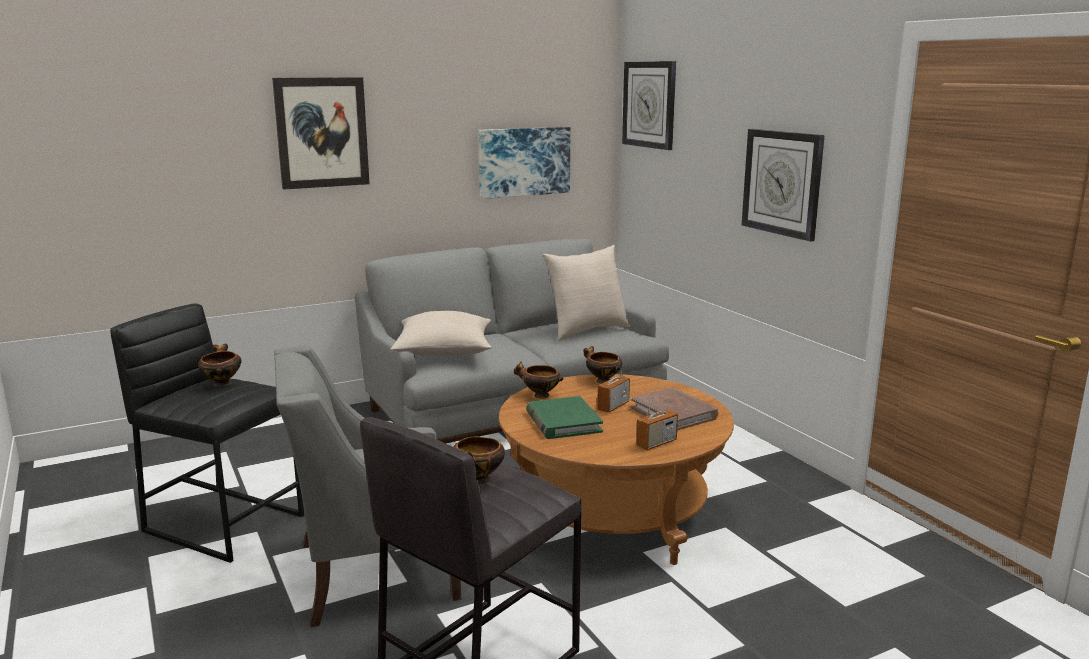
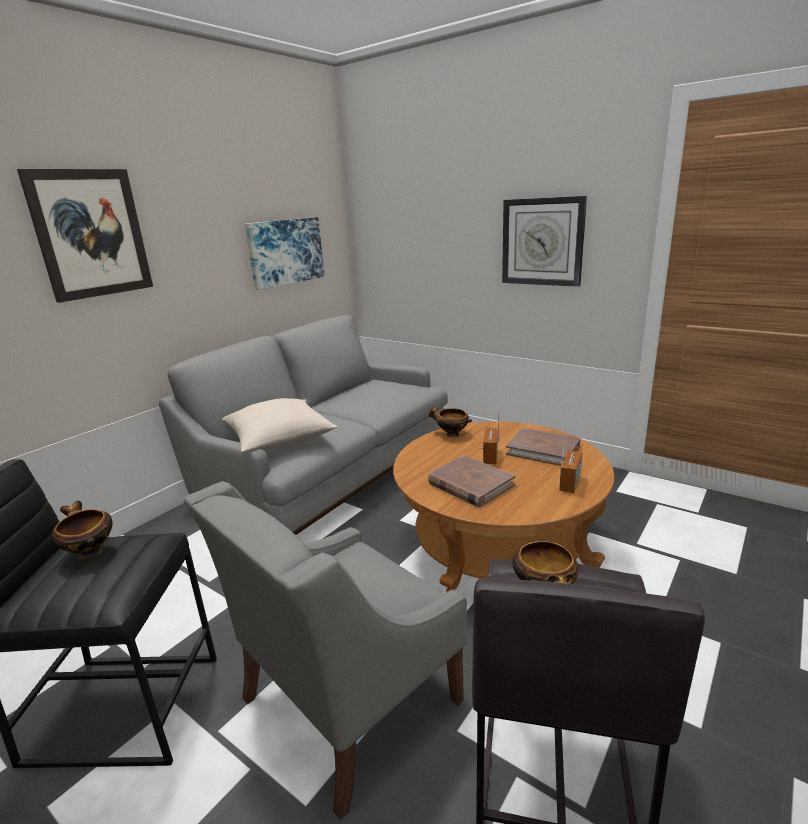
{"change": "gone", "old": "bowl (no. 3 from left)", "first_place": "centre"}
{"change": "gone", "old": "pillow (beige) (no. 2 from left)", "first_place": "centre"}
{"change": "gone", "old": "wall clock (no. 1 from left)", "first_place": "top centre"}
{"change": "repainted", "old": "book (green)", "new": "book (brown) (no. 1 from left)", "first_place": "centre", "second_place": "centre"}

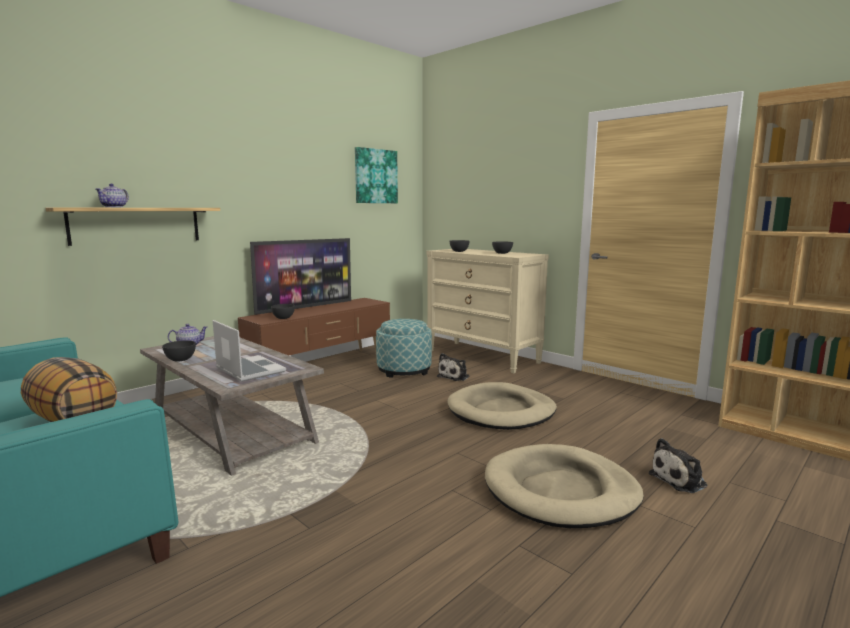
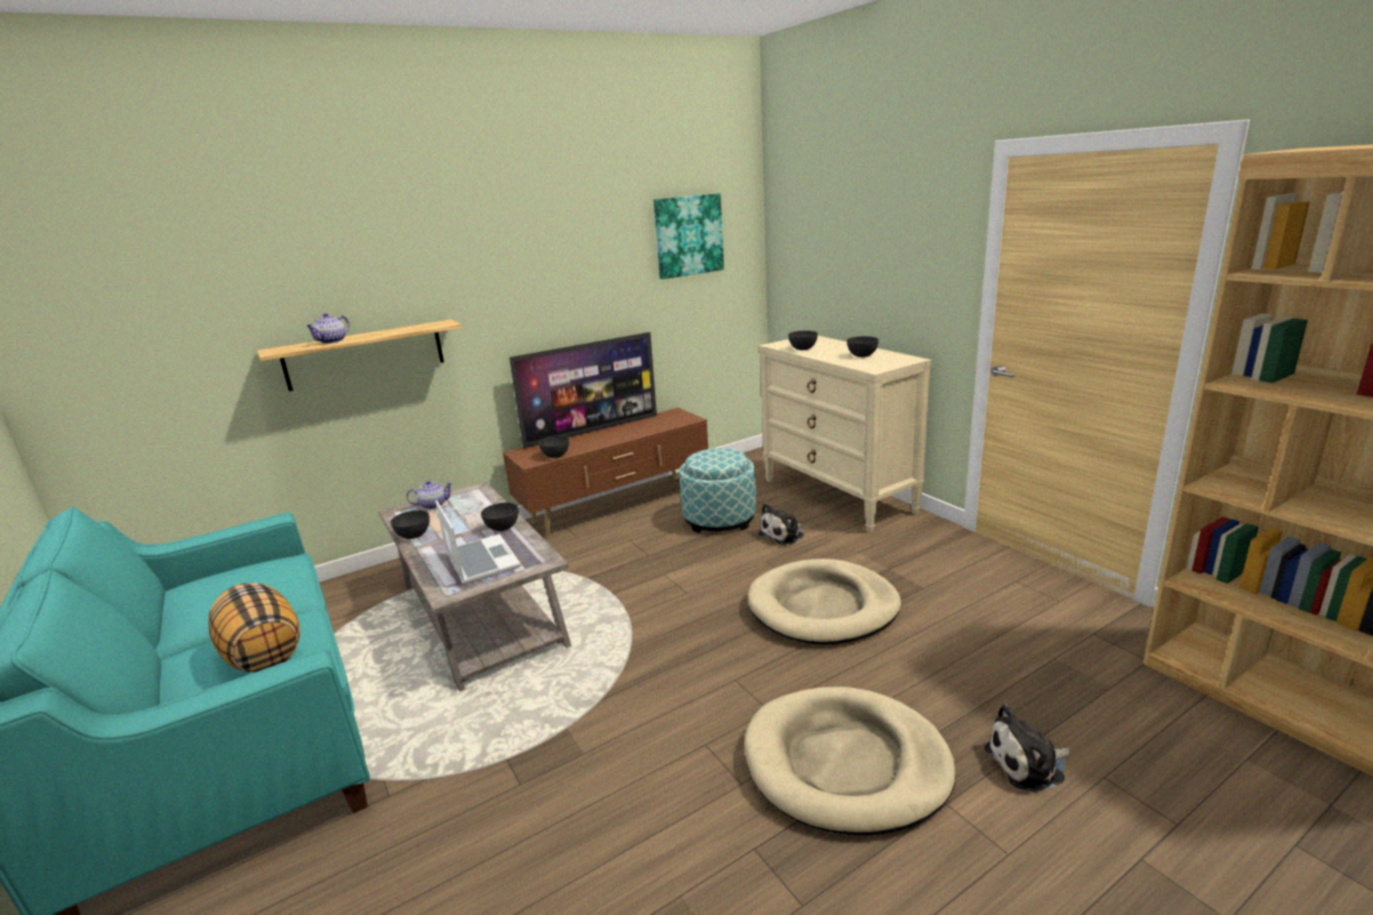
{"change": "new", "new": "bowl (grey) (no. 2 from left)", "second_place": "centre"}

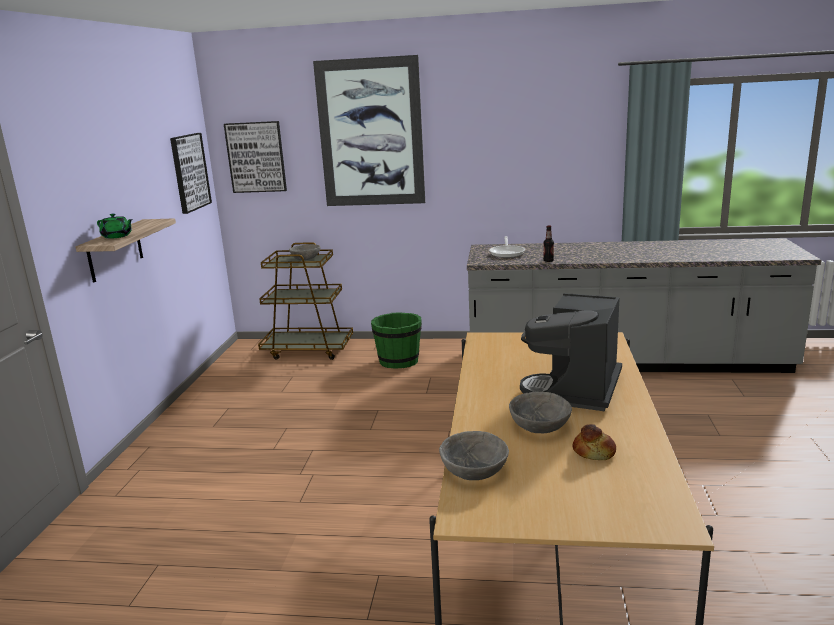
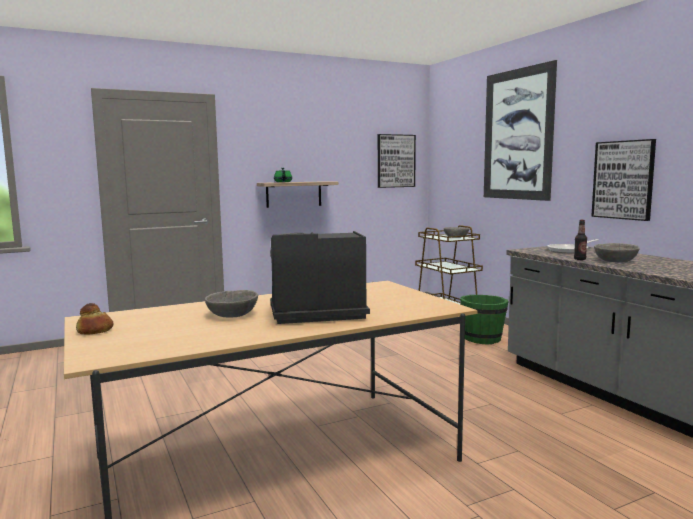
{"change": "shifted", "old": "picture (no. 2 from left in the first image)", "new": "picture (no. 3 from left)", "first_place": "top left", "second_place": "middle right"}
{"change": "shifted", "old": "bowl (grey) (no. 2 from left in the first image)", "new": "bowl (grey) (no. 3 from left)", "first_place": "bottom centre", "second_place": "middle right"}
{"change": "shifted", "old": "bread", "first_place": "bottom right", "second_place": "middle left"}

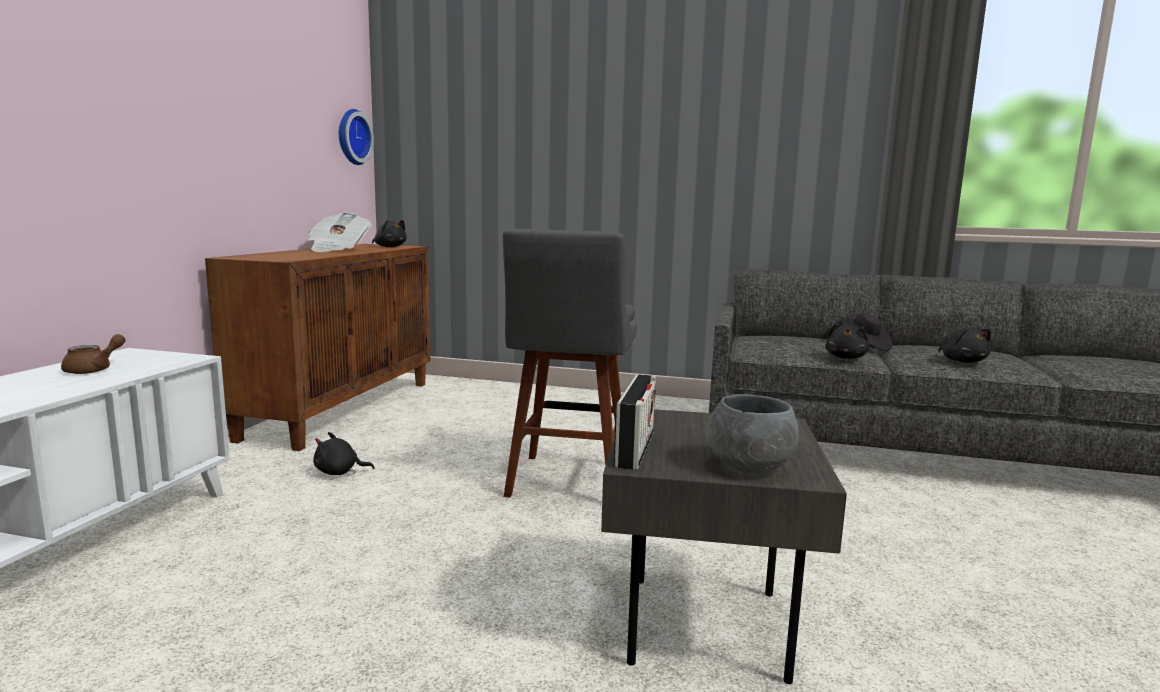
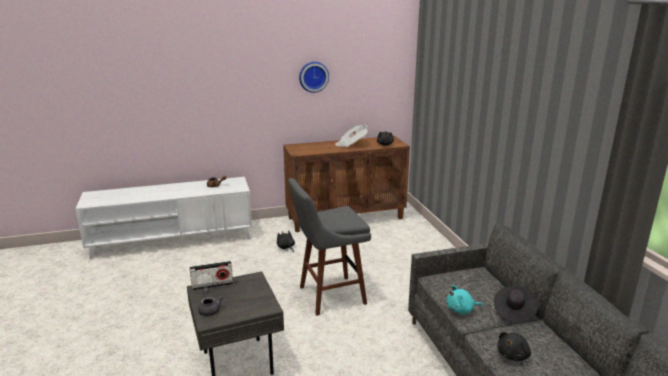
{"change": "shifted", "old": "wall clock", "first_place": "top left", "second_place": "top centre"}
{"change": "swapped", "old": "bowl (grey)", "new": "teapot (grey)", "first_place": "centre", "second_place": "bottom left"}
{"change": "repainted", "old": "plush toy (black) (no. 3 from left)", "new": "plush toy (turquoise)", "first_place": "middle right", "second_place": "bottom right"}

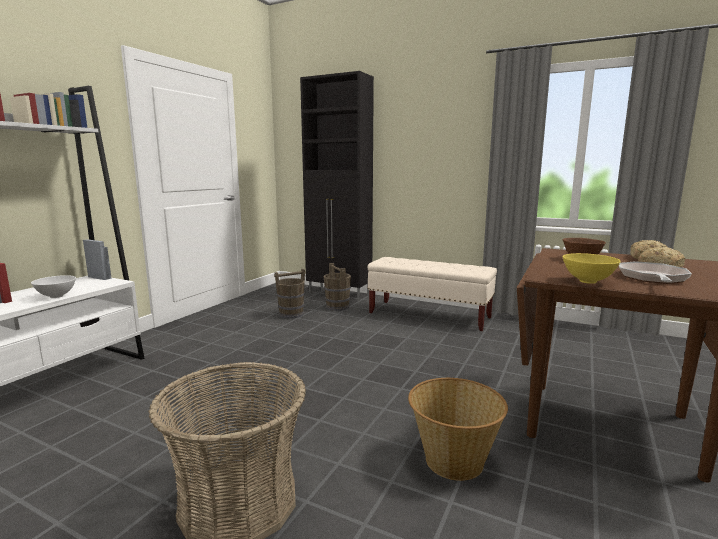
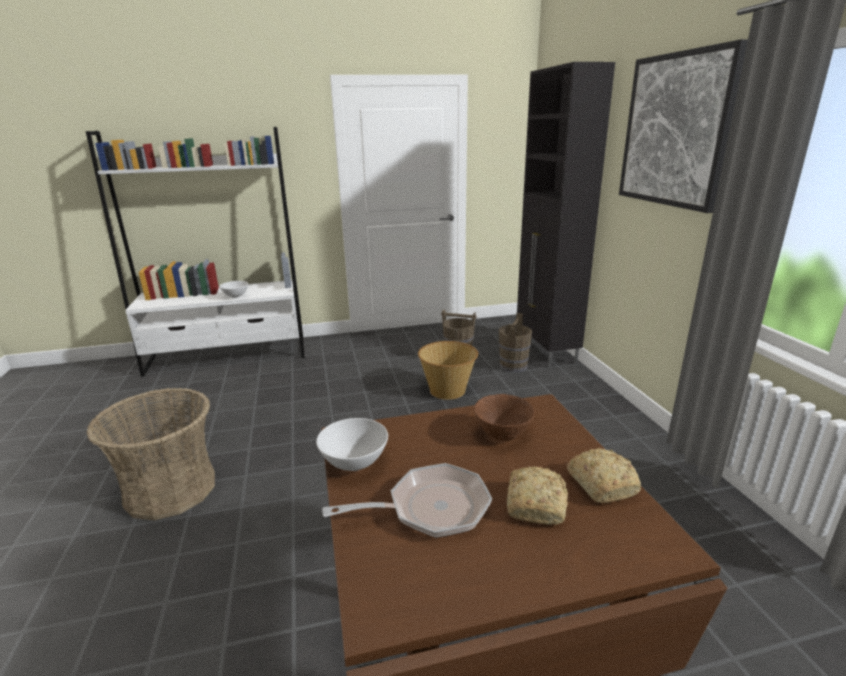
{"change": "gone", "old": "bench (beige)", "first_place": "centre"}
{"change": "new", "new": "picture", "second_place": "top right"}
{"change": "shifted", "old": "basket (no. 2 from left)", "first_place": "bottom centre", "second_place": "centre"}
{"change": "repainted", "old": "bowl (yellow)", "new": "bowl (white) (no. 2 from left)", "first_place": "middle right", "second_place": "centre"}

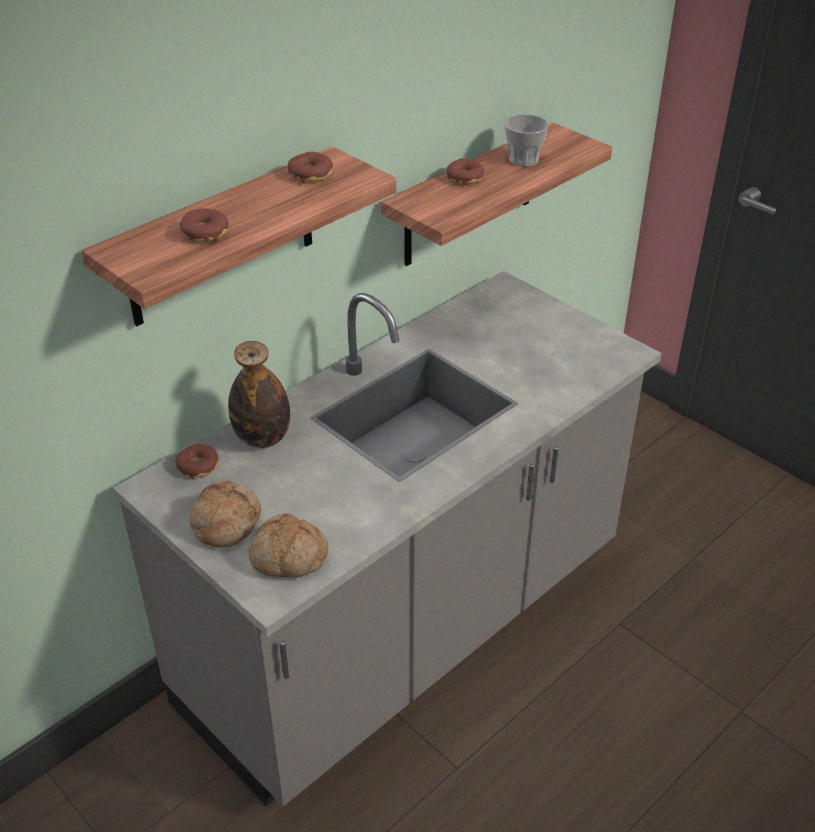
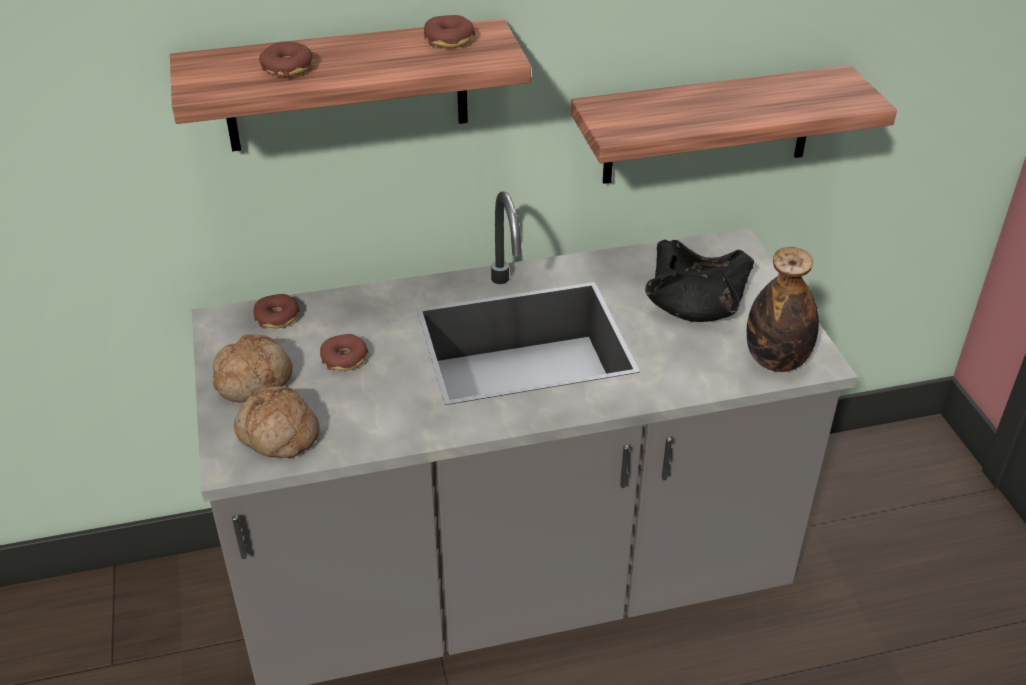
{"change": "gone", "old": "cup", "first_place": "top centre"}
{"change": "new", "new": "bowl (black)", "second_place": "middle right"}
{"change": "shifted", "old": "bottle", "first_place": "middle left", "second_place": "middle right"}
{"change": "shifted", "old": "donut (no. 4 from left in the first image)", "new": "donut (no. 3 from left)", "first_place": "top centre", "second_place": "centre"}

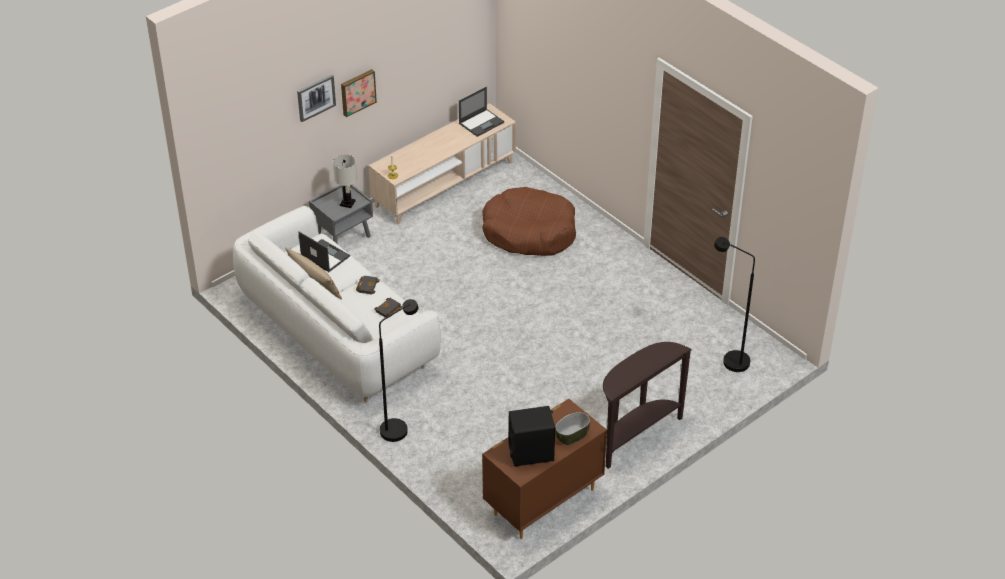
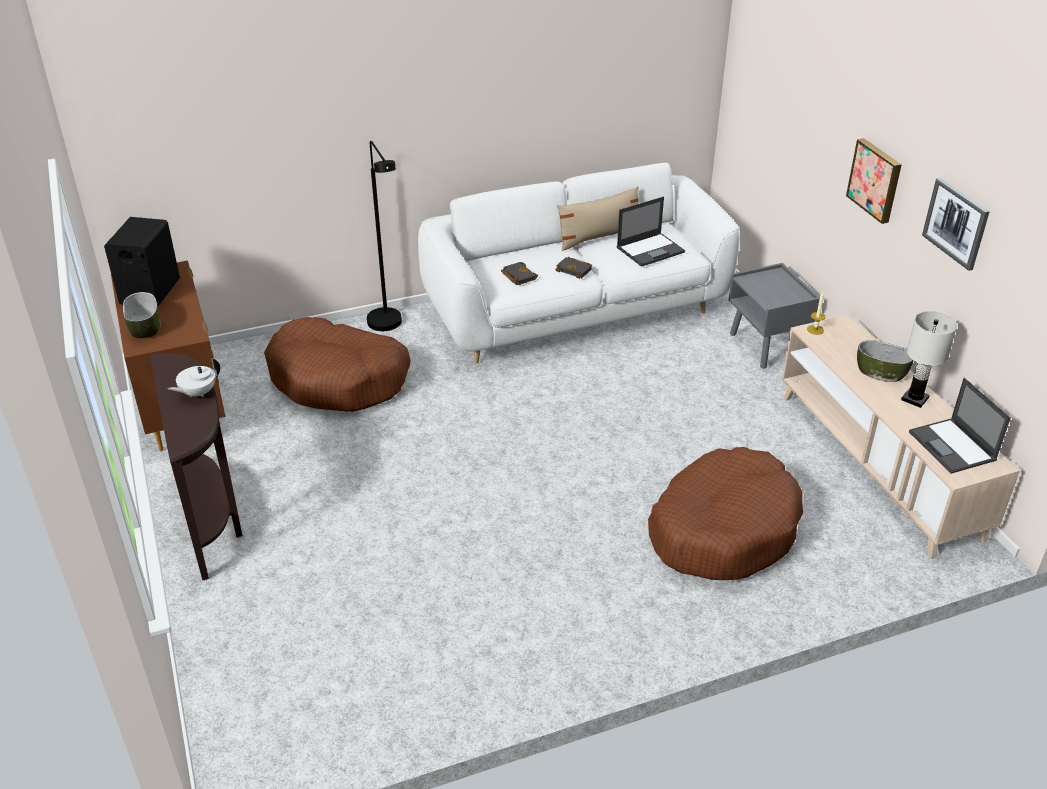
{"change": "gone", "old": "floor lamp (black) (no. 2 from left)", "first_place": "middle right"}
{"change": "new", "new": "teapot (white)", "second_place": "middle left"}
{"change": "new", "new": "dog bed (brown) (no. 1 from left)", "second_place": "middle left"}
{"change": "new", "new": "bowl (no. 2 from left)", "second_place": "middle right"}
{"change": "shifted", "old": "picture (no. 1 from left in the first image)", "new": "picture (no. 2 from left)", "first_place": "top left", "second_place": "top right"}
{"change": "shifted", "old": "table lamp (white)", "first_place": "top centre", "second_place": "middle right"}

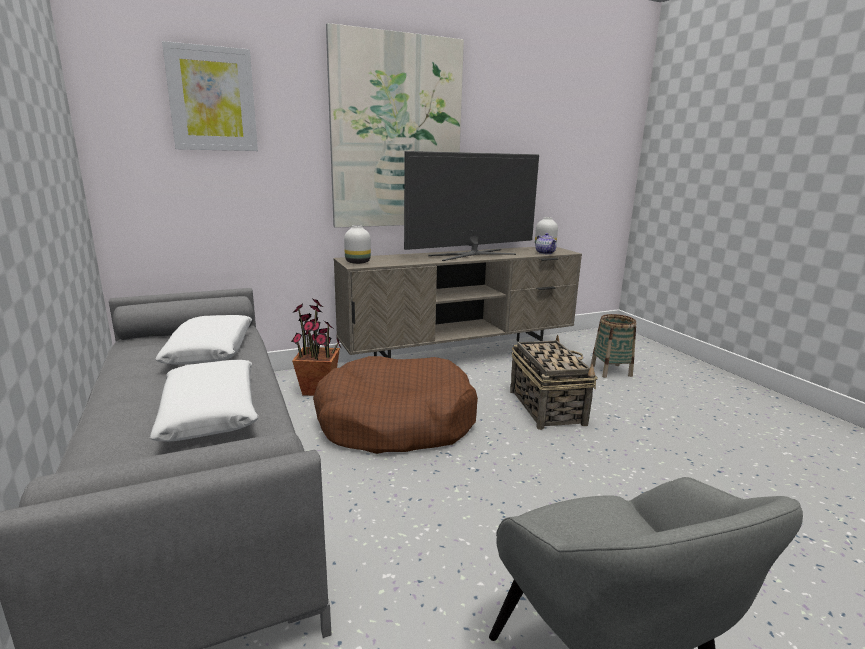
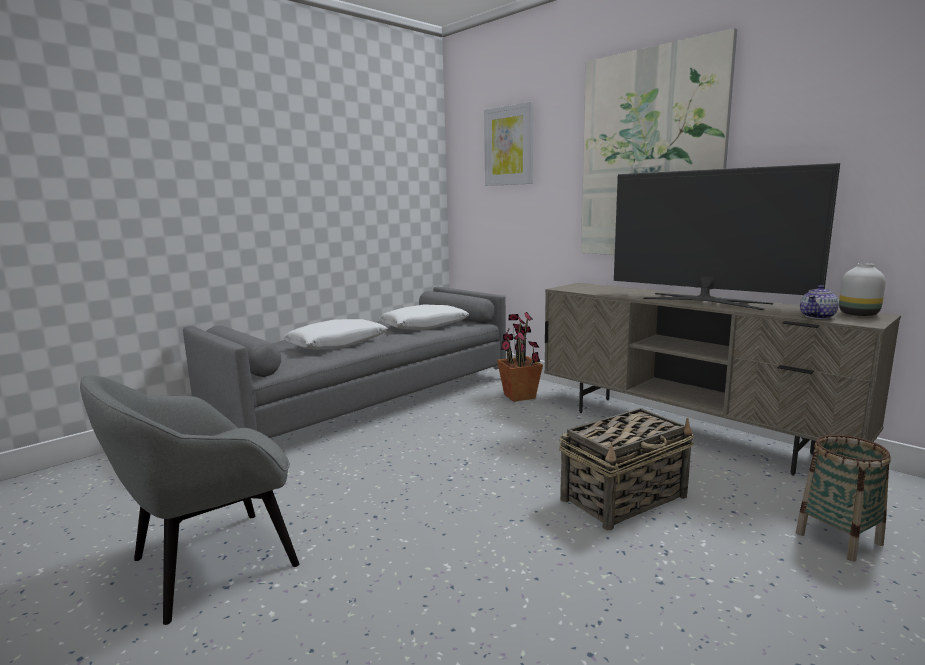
{"change": "gone", "old": "dog bed (brown)", "first_place": "centre"}
{"change": "gone", "old": "vase (white) (no. 1 from left)", "first_place": "centre"}

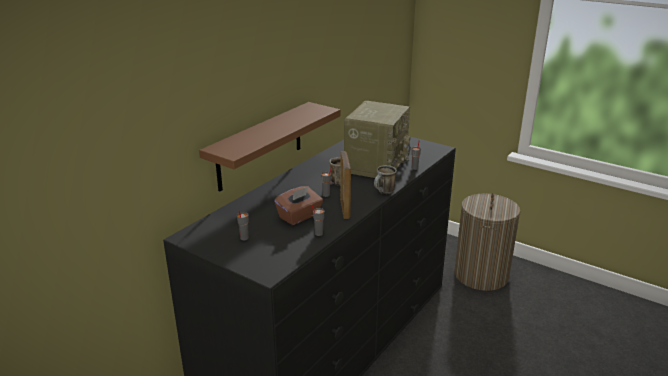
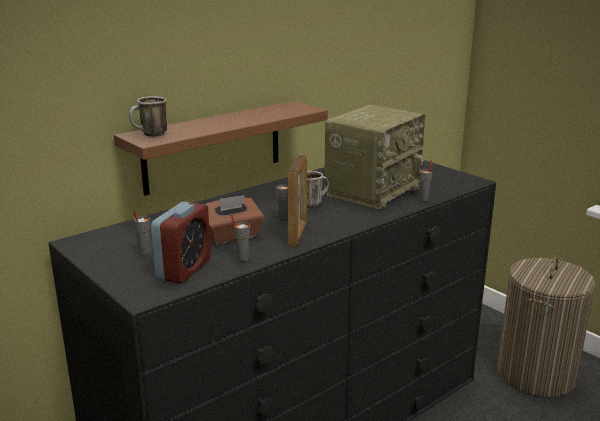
{"change": "new", "new": "alarm clock", "second_place": "middle left"}
{"change": "shifted", "old": "mug (no. 2 from left in the first image)", "new": "mug (no. 1 from left)", "first_place": "centre", "second_place": "top left"}

